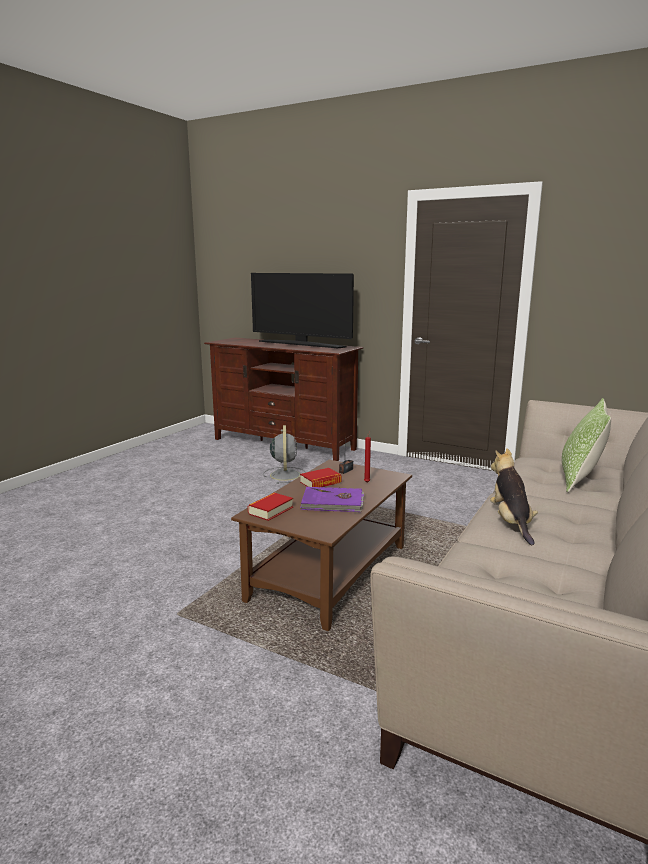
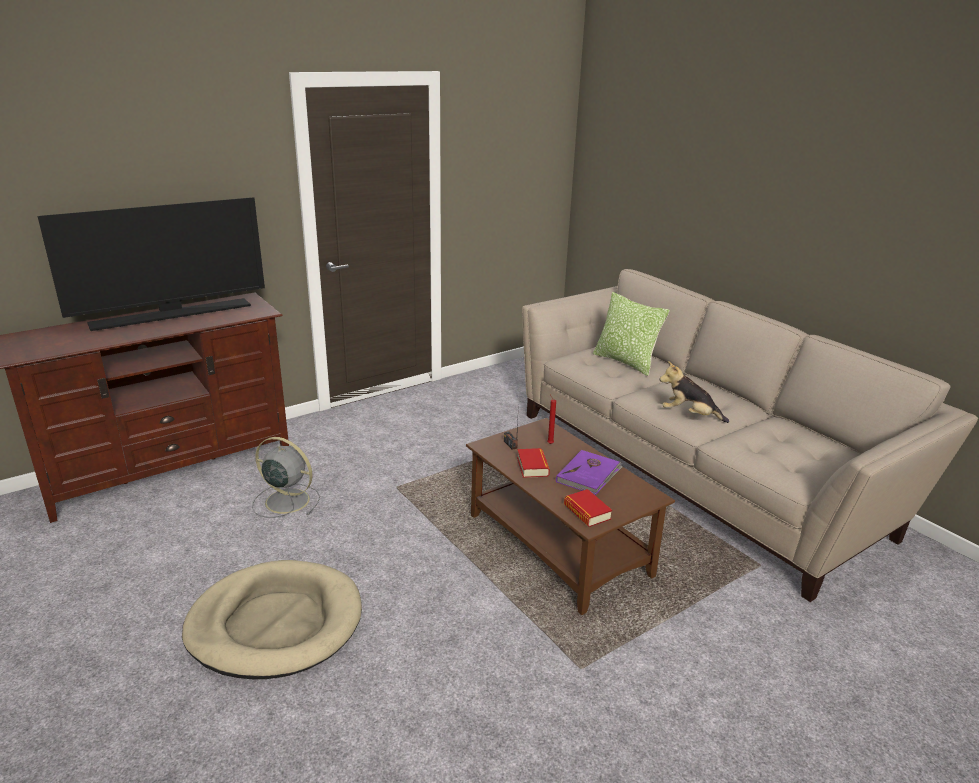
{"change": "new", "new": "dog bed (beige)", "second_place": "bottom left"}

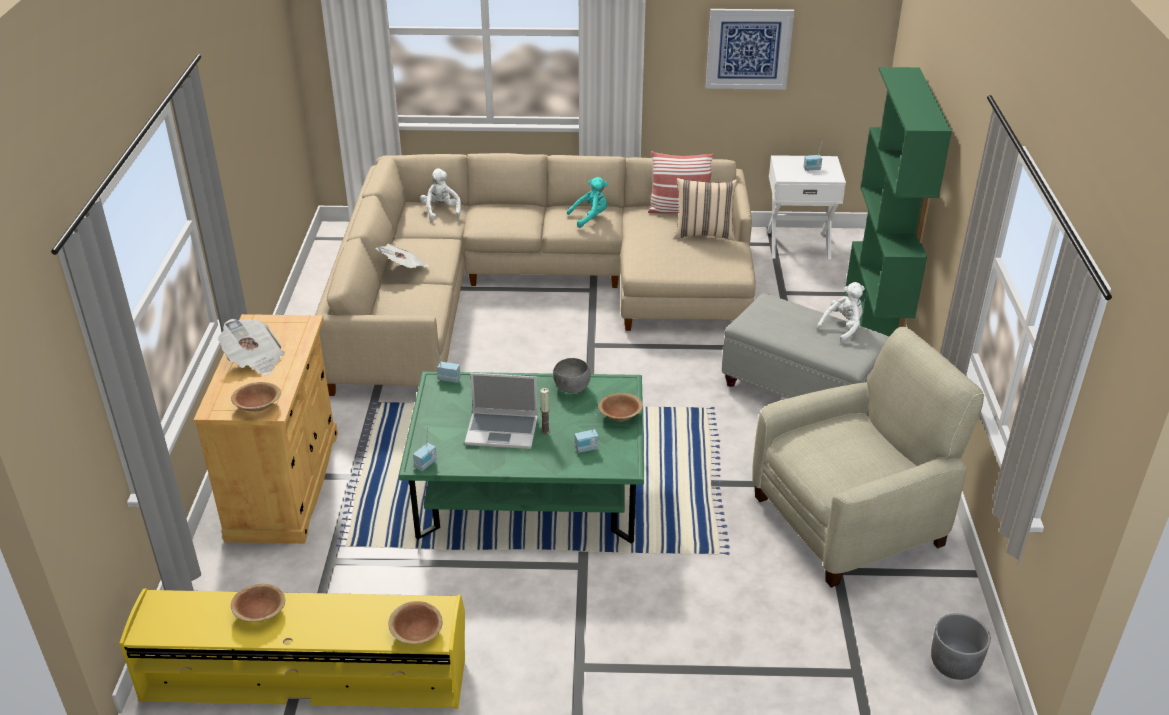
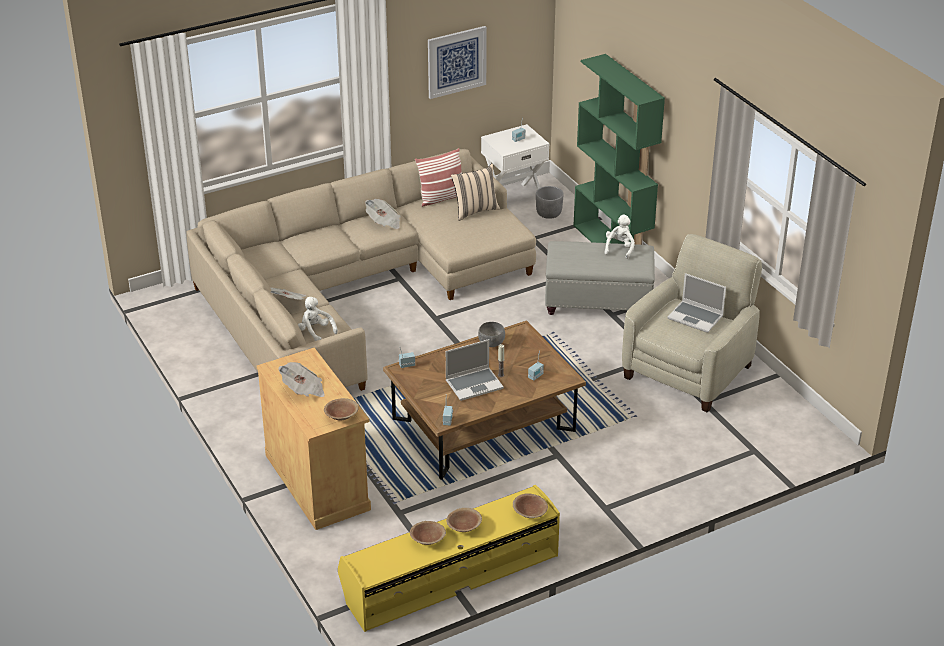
{"change": "new", "new": "laptop (no. 2 from left)", "second_place": "middle right"}
{"change": "shifted", "old": "plush toy (white) (no. 1 from left)", "first_place": "top centre", "second_place": "centre"}
{"change": "shifted", "old": "bowl (brown) (no. 4 from left in the first image)", "new": "bowl (brown) (no. 3 from left)", "first_place": "centre", "second_place": "bottom centre"}
{"change": "shifted", "old": "planter (grey)", "first_place": "bottom right", "second_place": "top centre"}
{"change": "swapped", "old": "plush toy (turquoise)", "new": "newspaper (no. 3 from left)", "first_place": "top centre", "second_place": "top centre"}
{"change": "repainted", "old": "coffee table (green)", "new": "coffee table (brown)", "first_place": "centre", "second_place": "centre"}

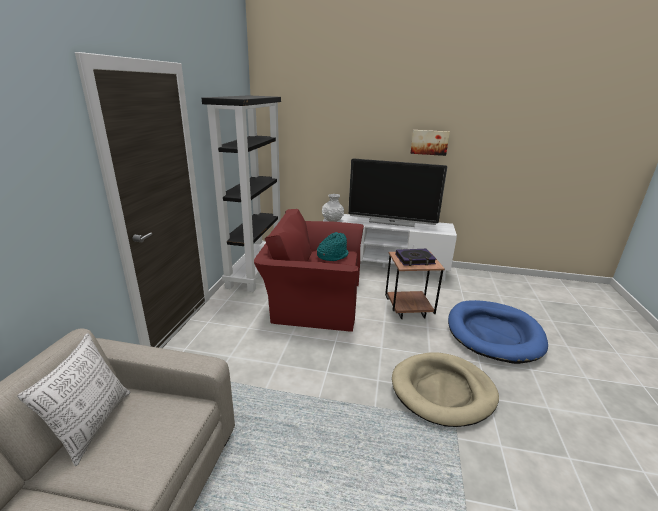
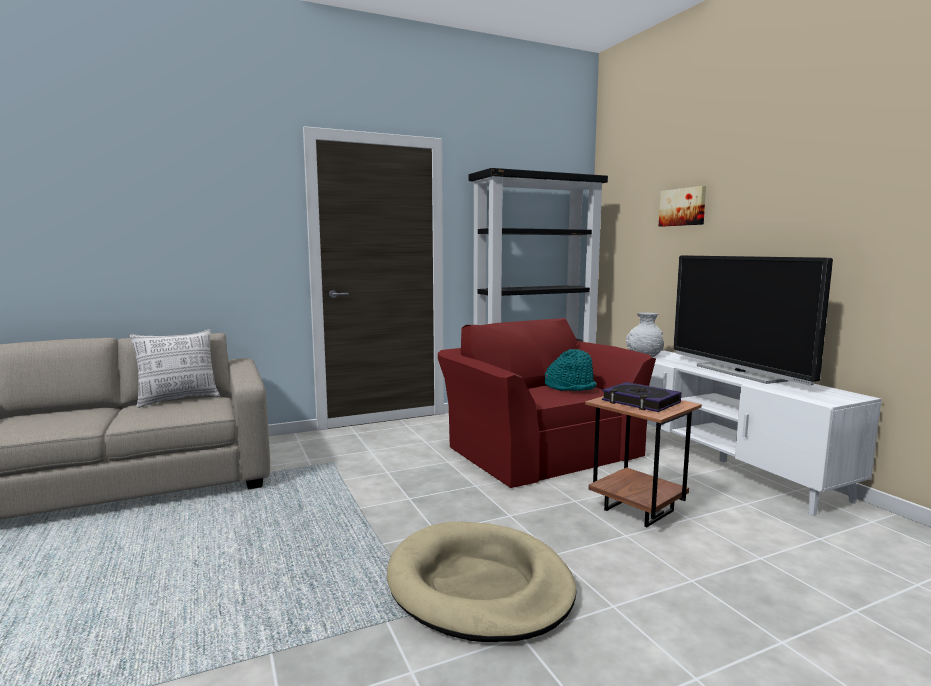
{"change": "gone", "old": "dog bed (blue)", "first_place": "middle right"}
{"change": "shifted", "old": "picture", "first_place": "top centre", "second_place": "top right"}

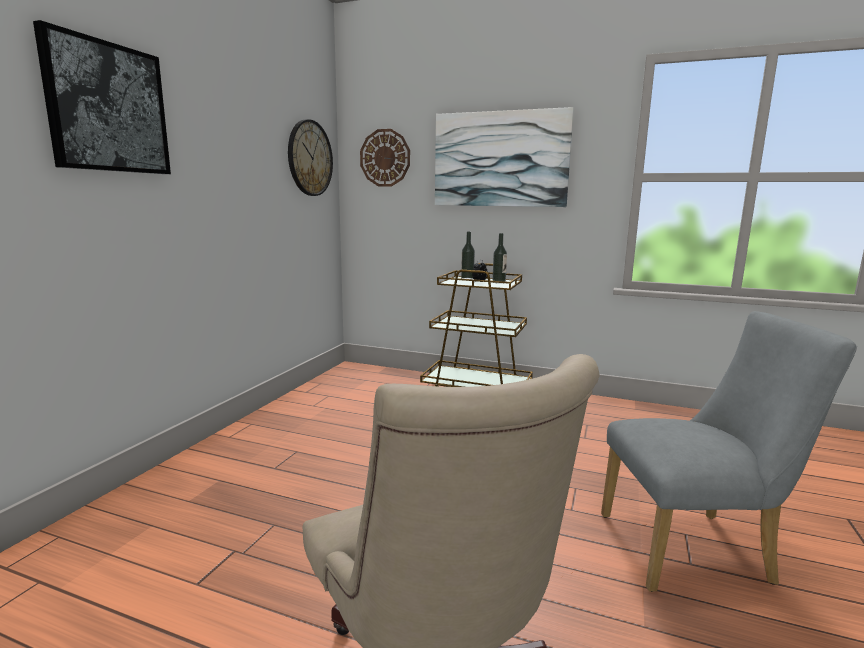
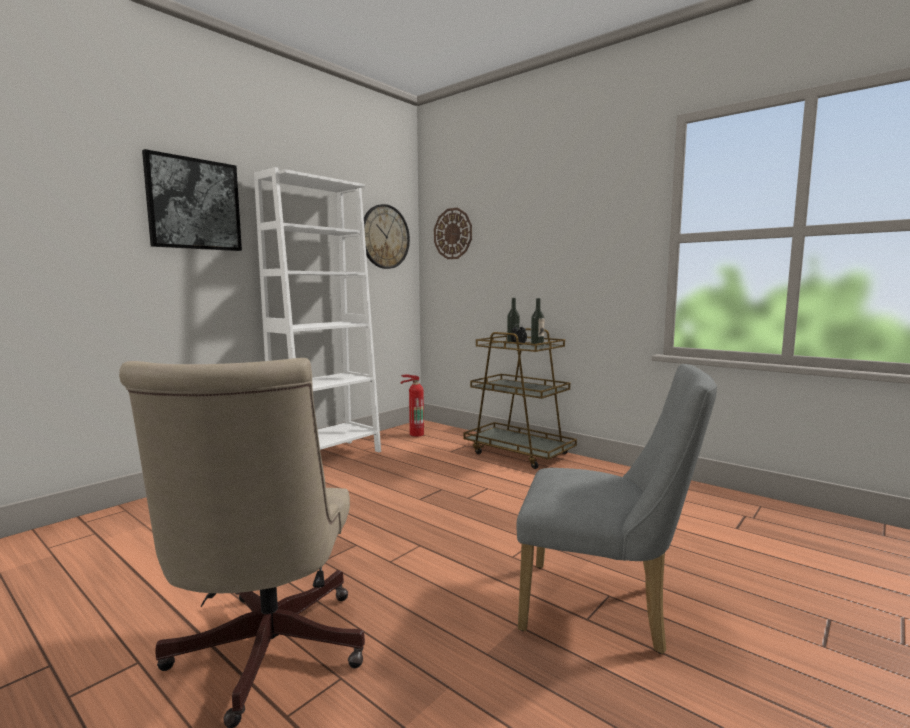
{"change": "gone", "old": "picture (no. 2 from left)", "first_place": "top centre"}
{"change": "new", "new": "bookcase (white)", "second_place": "centre"}
{"change": "new", "new": "fire extinguisher", "second_place": "centre"}

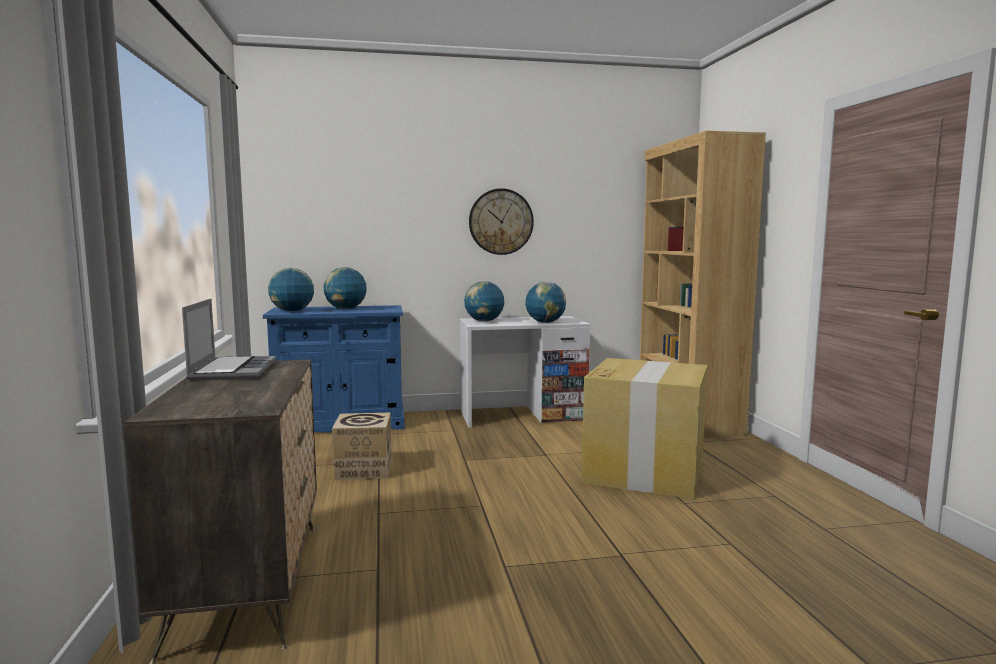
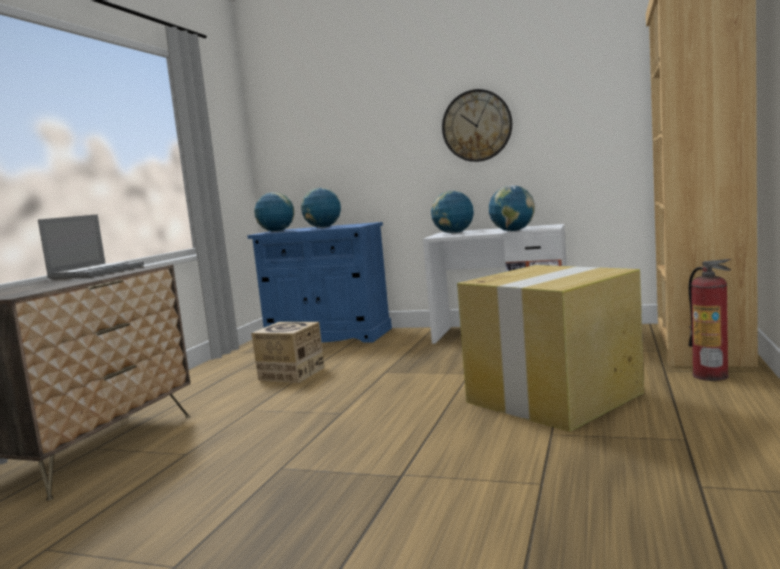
{"change": "new", "new": "fire extinguisher", "second_place": "middle right"}

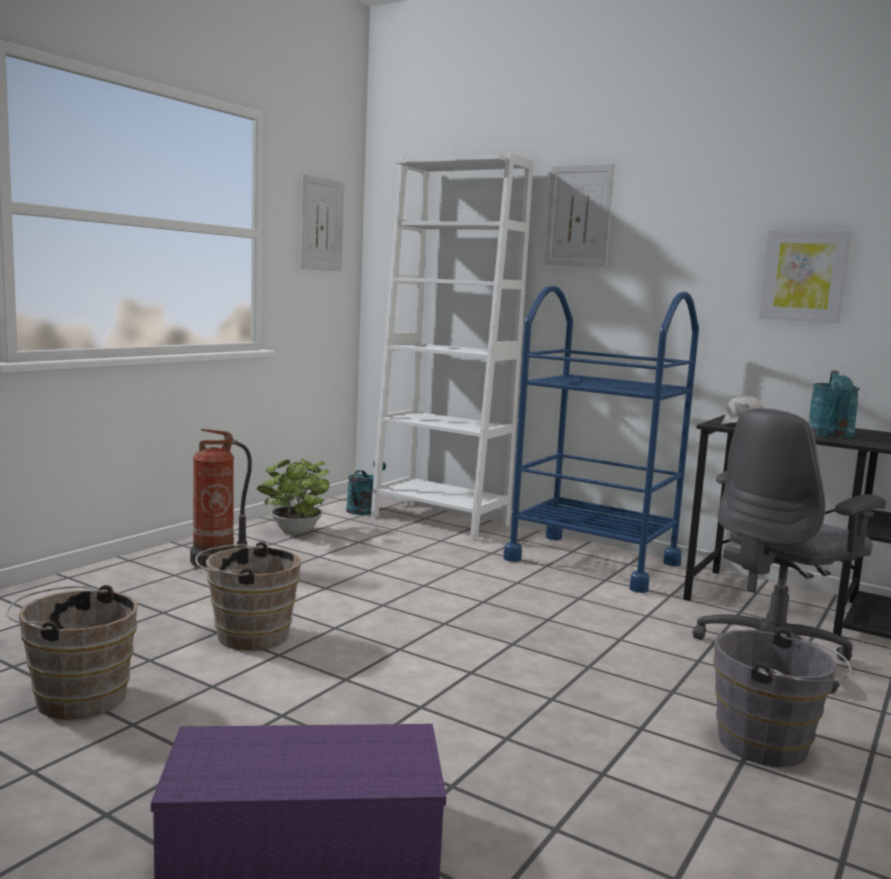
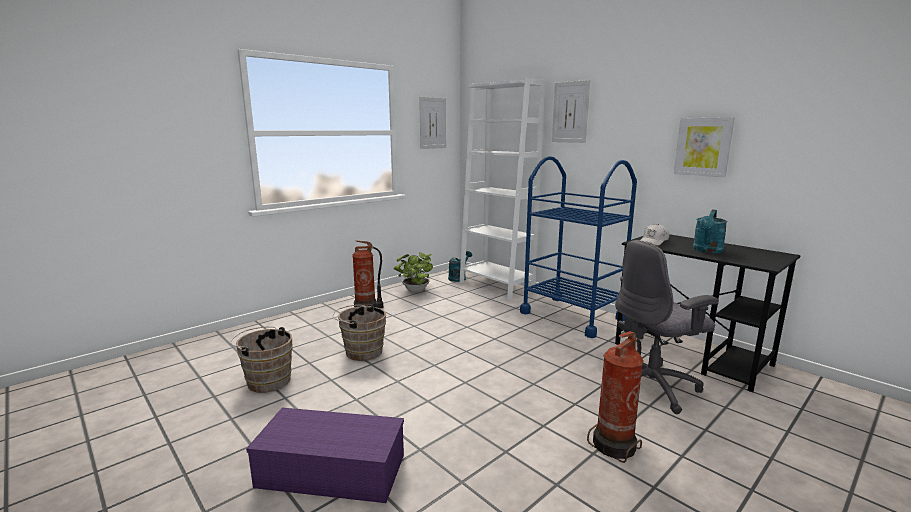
{"change": "swapped", "old": "bucket (grey)", "new": "fire extinguisher (no. 2 from left)", "first_place": "bottom right", "second_place": "bottom right"}

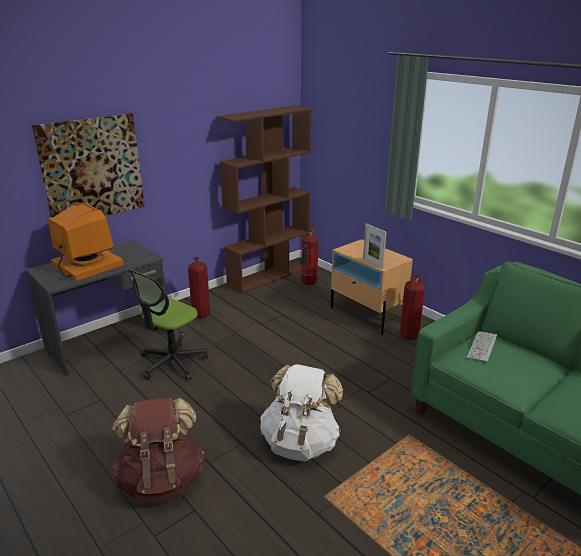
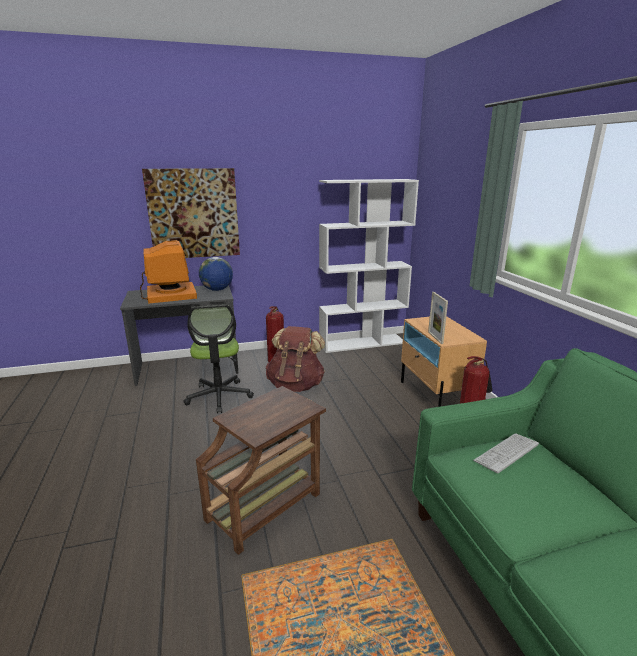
{"change": "gone", "old": "fire extinguisher (no. 2 from left)", "first_place": "centre"}
{"change": "new", "new": "globe", "second_place": "centre"}
{"change": "shifted", "old": "backpack (brown)", "first_place": "bottom left", "second_place": "centre"}
{"change": "swapped", "old": "backpack (white)", "new": "side table (brown)", "first_place": "bottom centre", "second_place": "bottom centre"}
{"change": "repainted", "old": "bookcase (brown)", "new": "bookcase (white)", "first_place": "centre", "second_place": "centre"}
{"change": "rotated", "old": "office chair", "first_place": "middle left", "second_place": "centre", "degrees": -75}

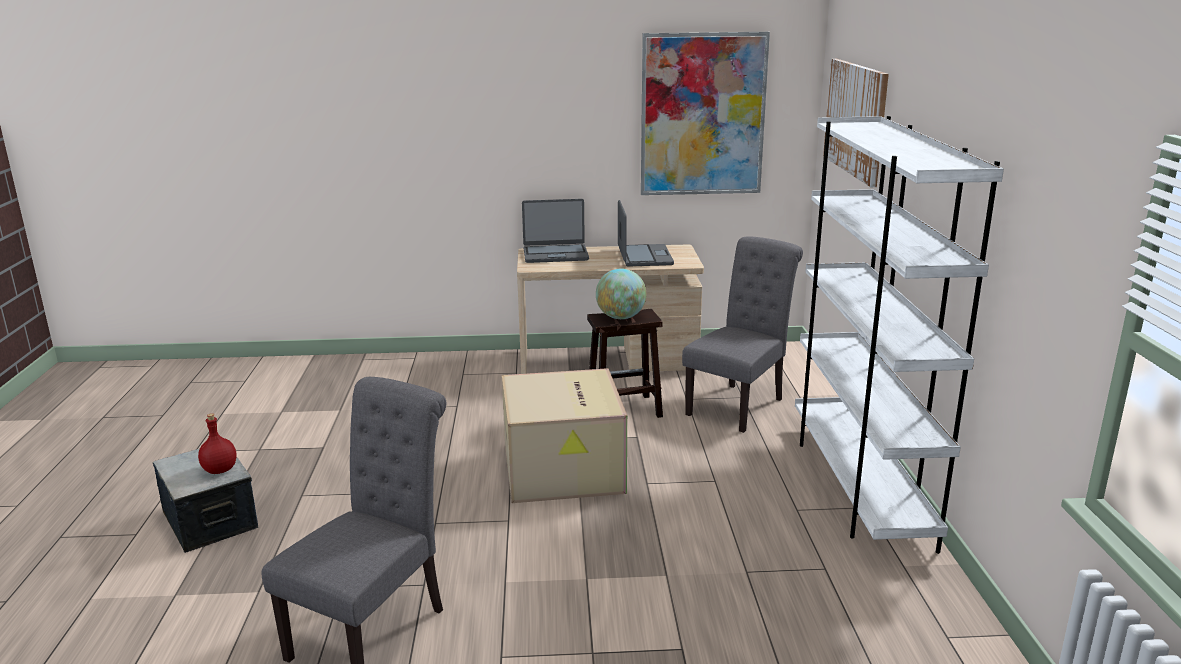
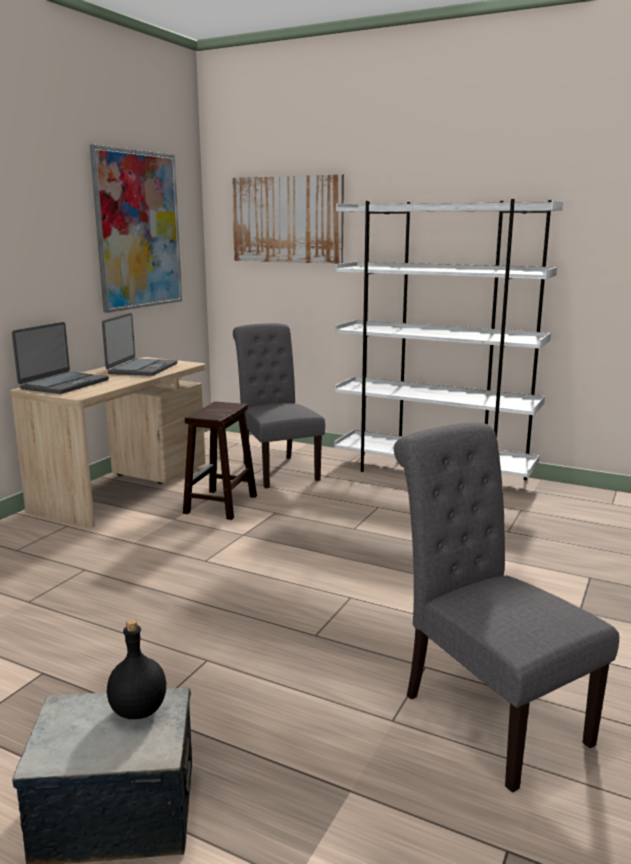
{"change": "gone", "old": "cardboard box", "first_place": "centre"}
{"change": "gone", "old": "globe", "first_place": "centre"}
{"change": "repainted", "old": "bottle (red)", "new": "bottle (black)", "first_place": "bottom left", "second_place": "bottom left"}
{"change": "rotated", "old": "laptop (no. 2 from left)", "first_place": "centre", "second_place": "middle left", "degrees": 75}

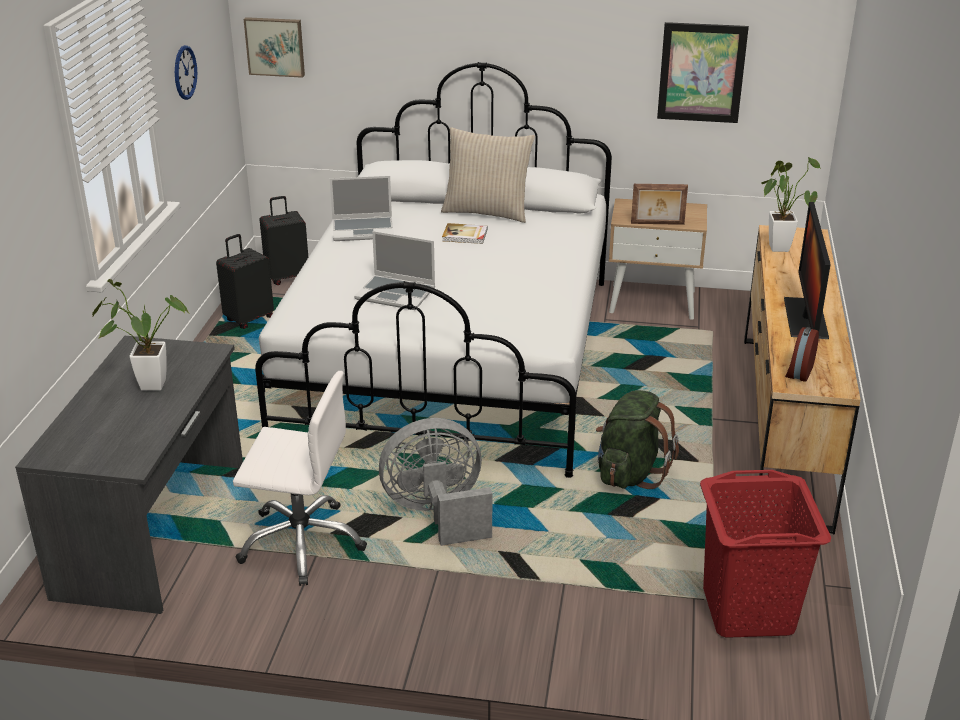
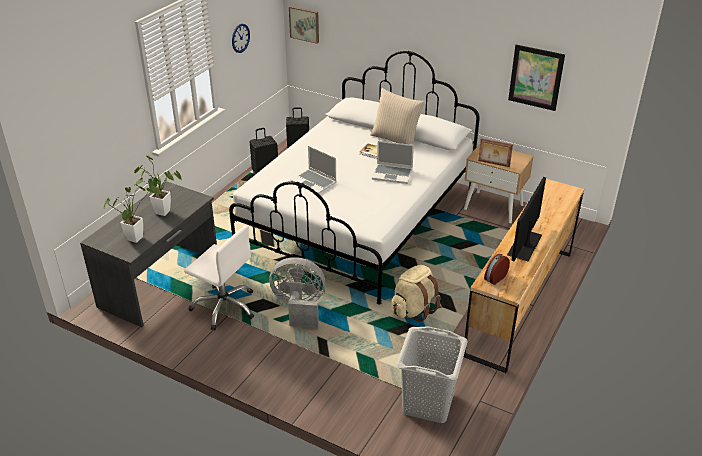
{"change": "shifted", "old": "laptop (no. 1 from left in the first image)", "new": "laptop (no. 2 from left)", "first_place": "top centre", "second_place": "centre"}
{"change": "shifted", "old": "potted plant (no. 2 from left in the first image)", "new": "potted plant (no. 1 from left)", "first_place": "top right", "second_place": "middle left"}
{"change": "repainted", "old": "backpack (green)", "new": "backpack (beige)", "first_place": "centre", "second_place": "centre"}
{"change": "repainted", "old": "laundry basket (red)", "new": "laundry basket (grey)", "first_place": "bottom right", "second_place": "bottom centre"}

